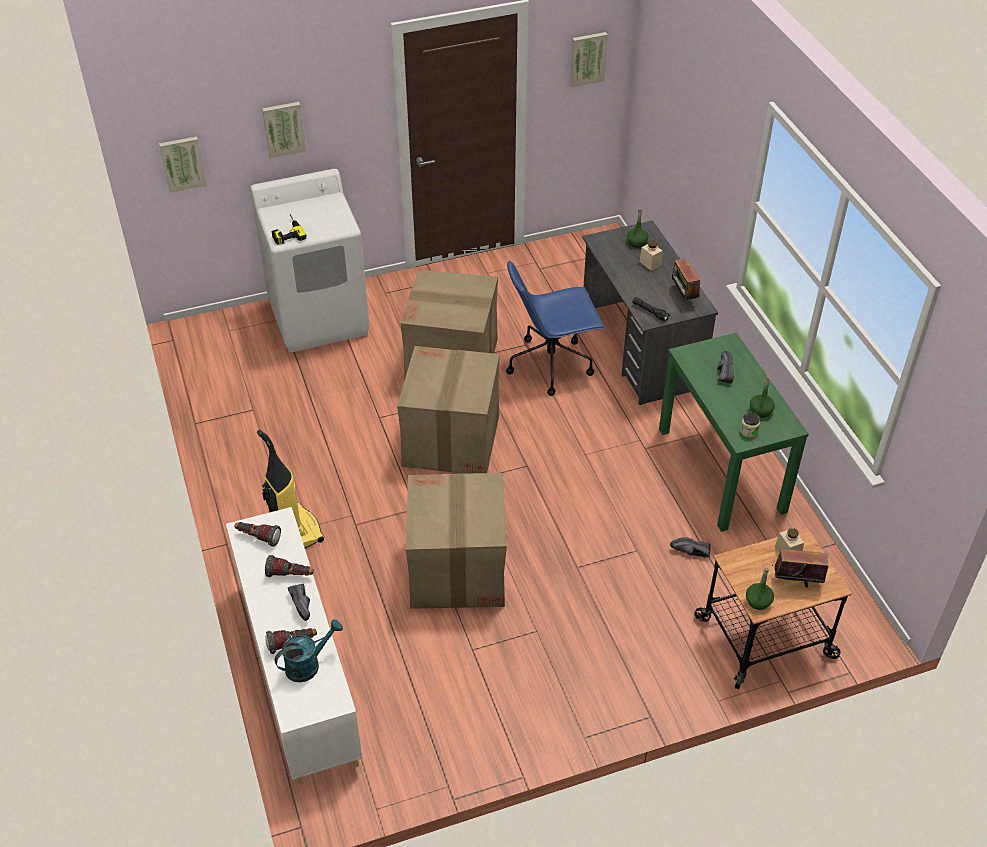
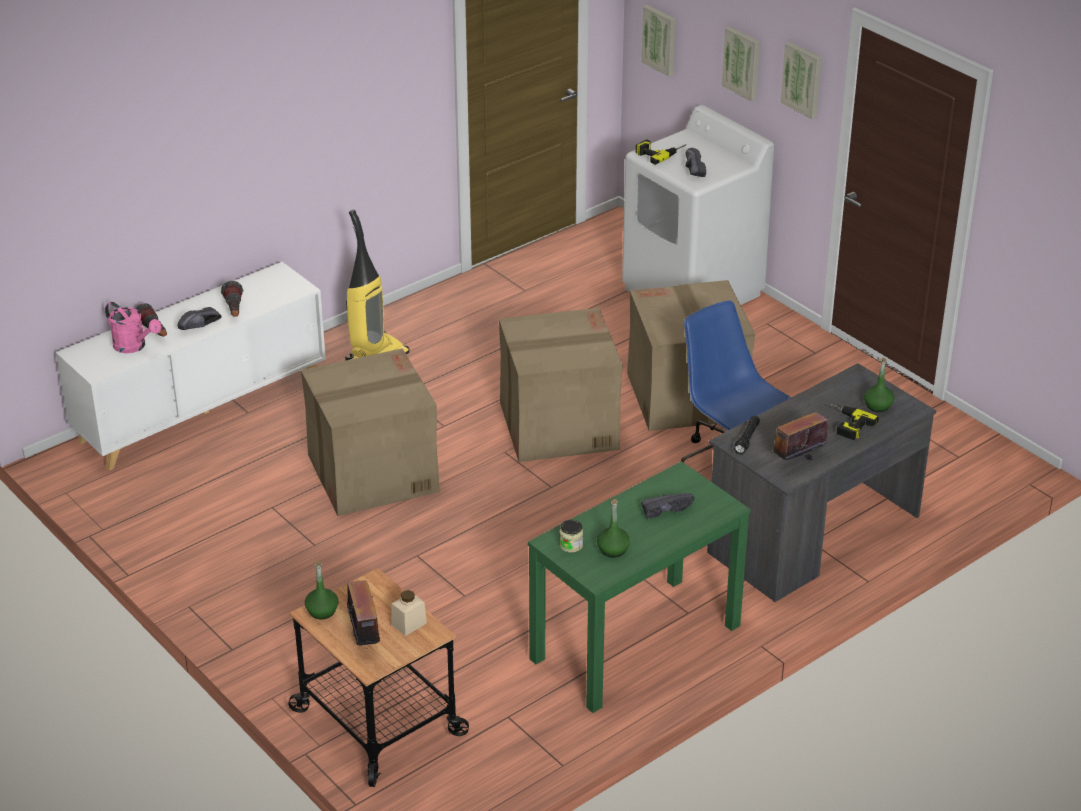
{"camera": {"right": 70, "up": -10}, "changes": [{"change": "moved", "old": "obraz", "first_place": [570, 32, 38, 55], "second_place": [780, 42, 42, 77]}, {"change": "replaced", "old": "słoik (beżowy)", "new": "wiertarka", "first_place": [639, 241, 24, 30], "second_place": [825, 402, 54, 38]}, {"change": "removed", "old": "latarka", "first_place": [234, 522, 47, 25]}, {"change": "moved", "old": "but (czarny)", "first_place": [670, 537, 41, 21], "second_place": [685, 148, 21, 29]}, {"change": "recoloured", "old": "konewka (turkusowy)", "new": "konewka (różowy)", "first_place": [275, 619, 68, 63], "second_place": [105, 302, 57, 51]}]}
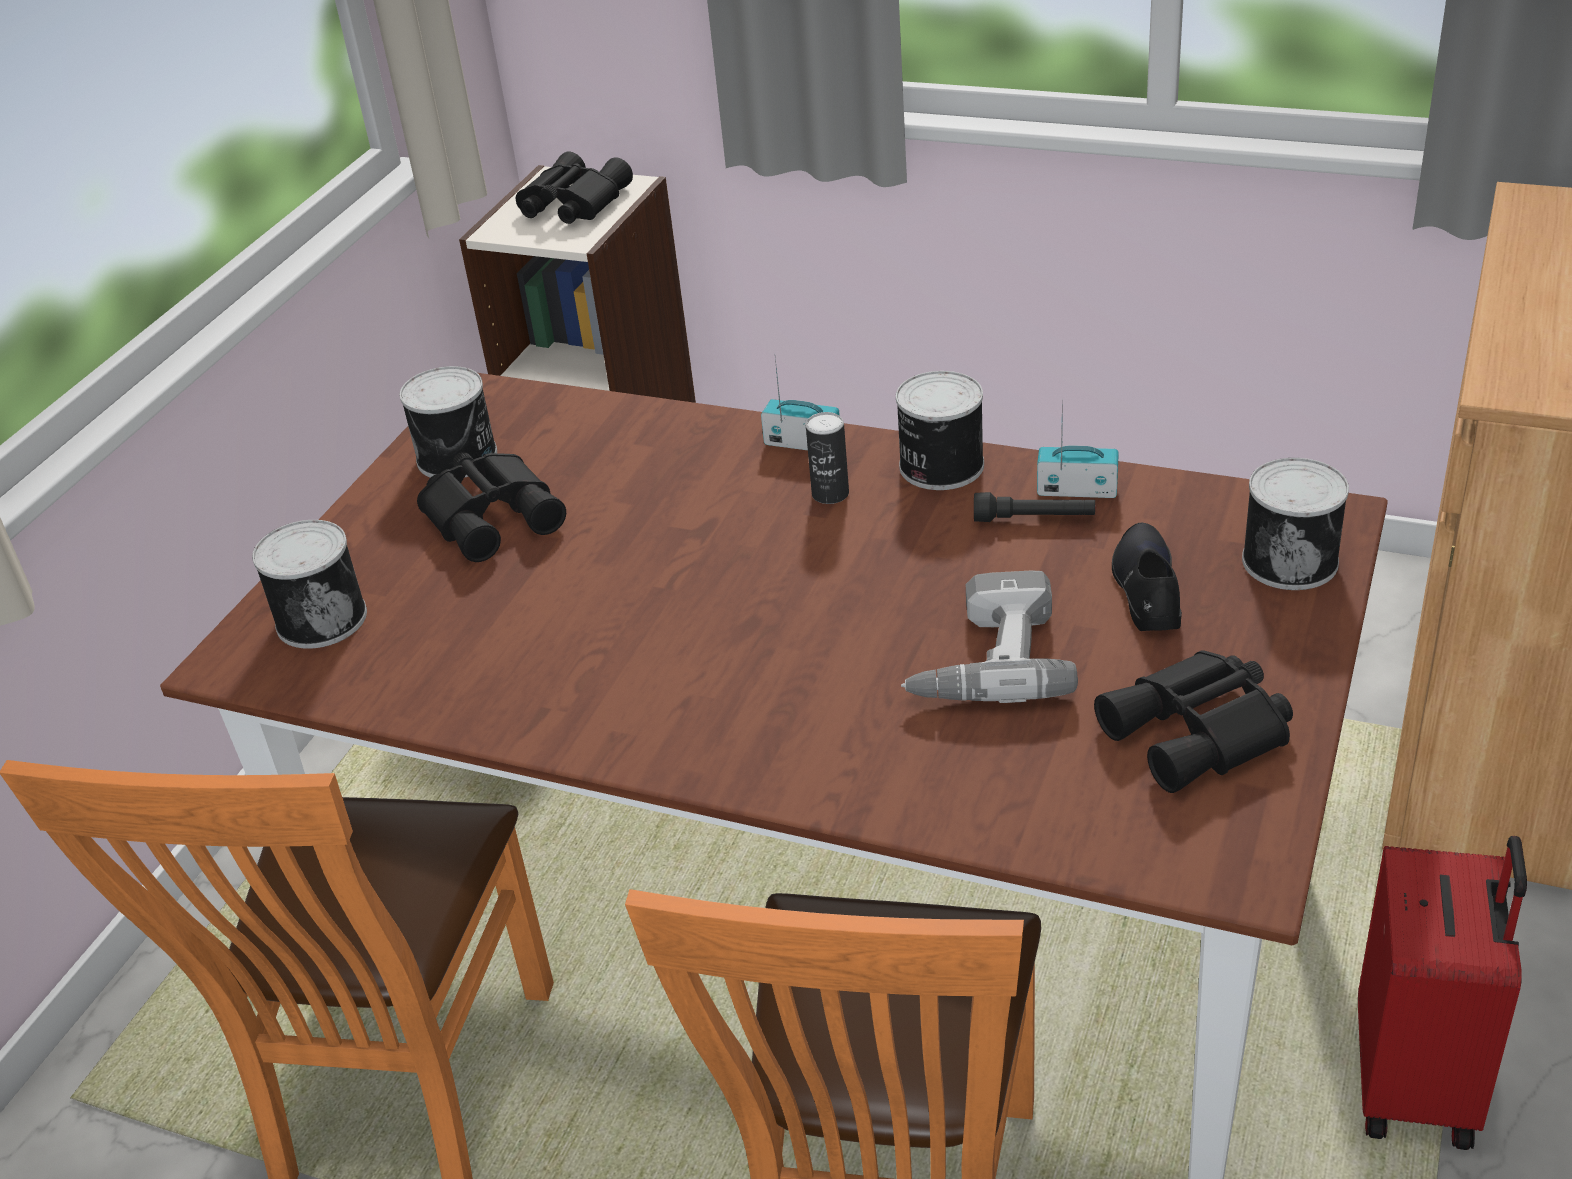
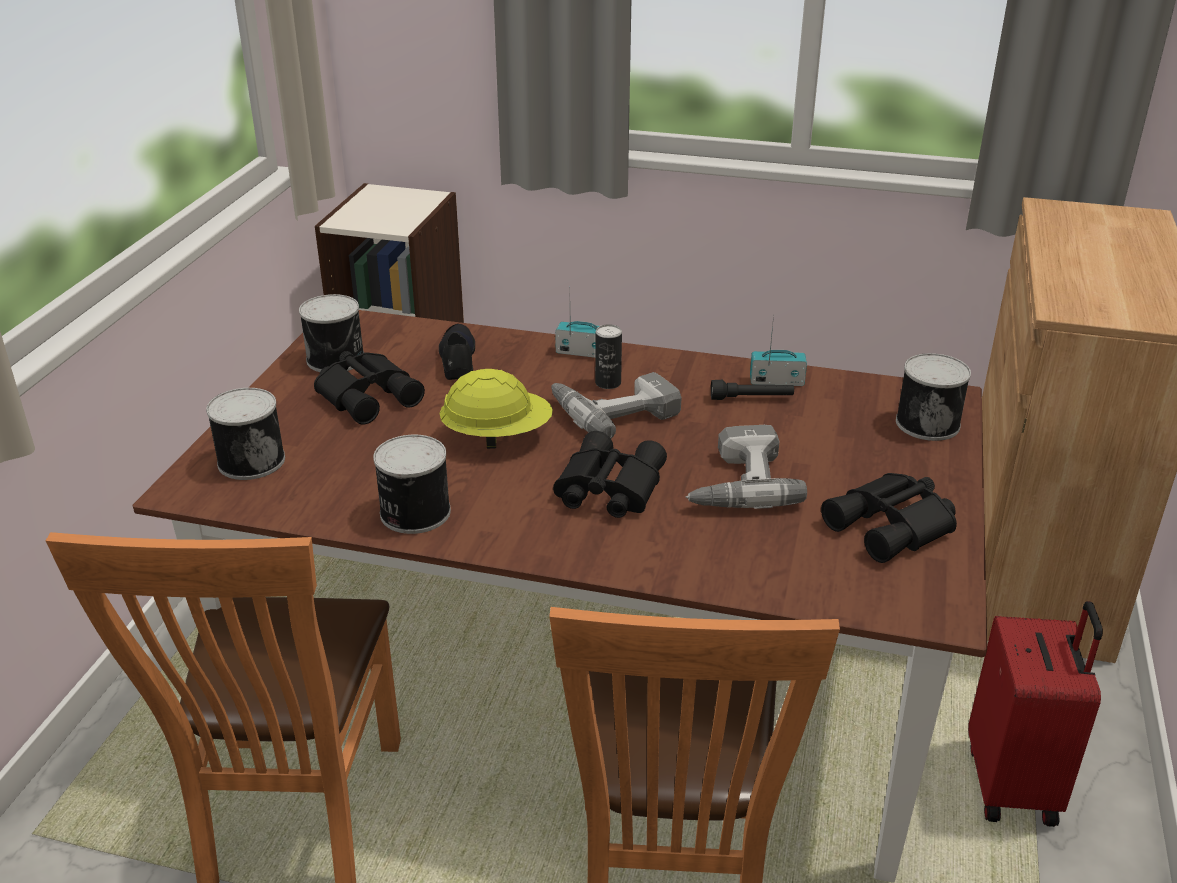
{"camera": {"right": -10, "up": -5}, "changes": [{"change": "moved", "old": "lornetka (czarny)", "first_place": [516, 152, 117, 72], "second_place": [553, 431, 114, 87]}, {"change": "moved", "old": "puszka", "first_place": [896, 371, 88, 119], "second_place": [373, 435, 78, 99]}, {"change": "moved", "old": "but (czarny)", "first_place": [1112, 523, 70, 108], "second_place": [439, 324, 36, 56]}, {"change": "added", "new": "kask (żółty)", "second_place": [439, 369, 114, 80]}, {"change": "added", "new": "wiertarka", "second_place": [551, 372, 130, 67]}]}
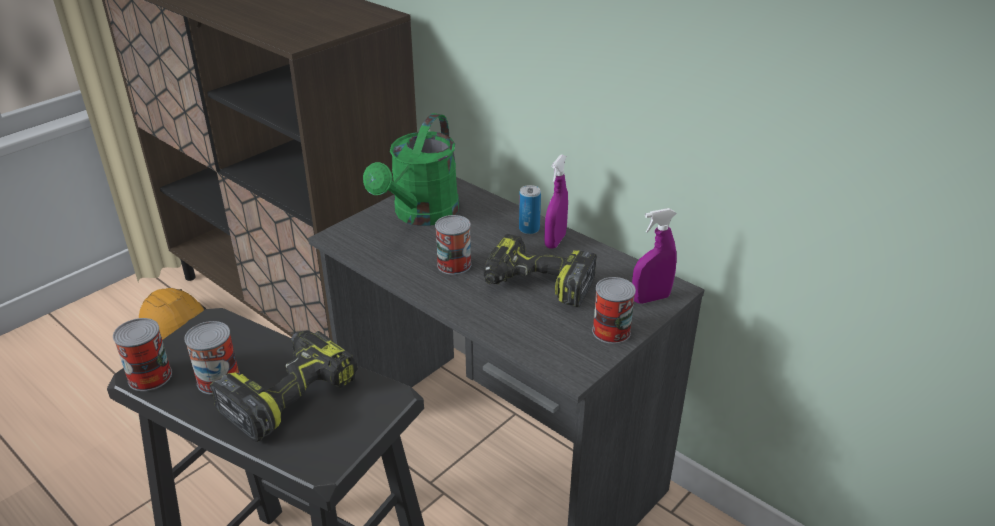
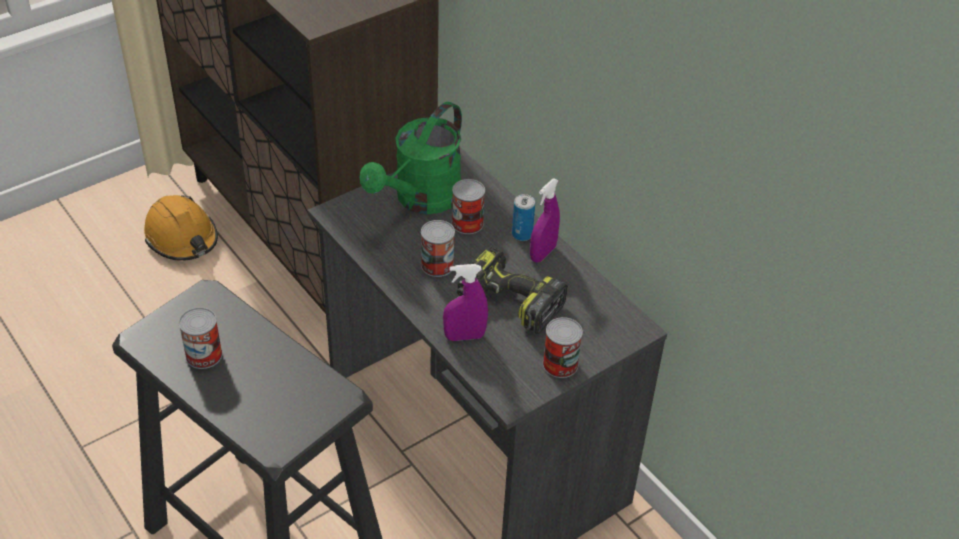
{"camera": {"right": 10, "up": 10}, "changes": [{"change": "moved", "old": "spryskiwacz (fioletowy)", "first_place": [632, 208, 45, 96], "second_place": [443, 264, 45, 77]}, {"change": "moved", "old": "puszka", "first_place": [113, 318, 59, 73], "second_place": [452, 179, 33, 55]}, {"change": "removed", "old": "wiertarka", "first_place": [210, 330, 148, 112]}]}
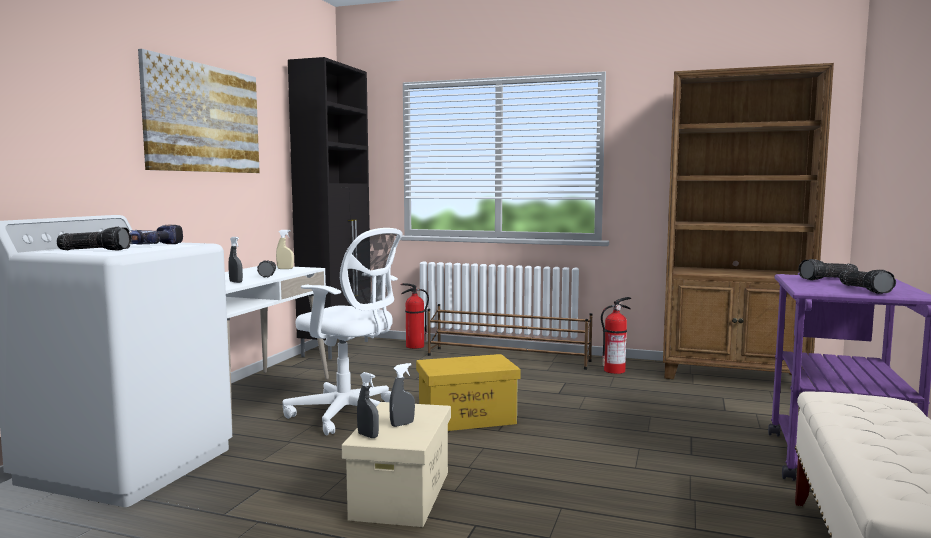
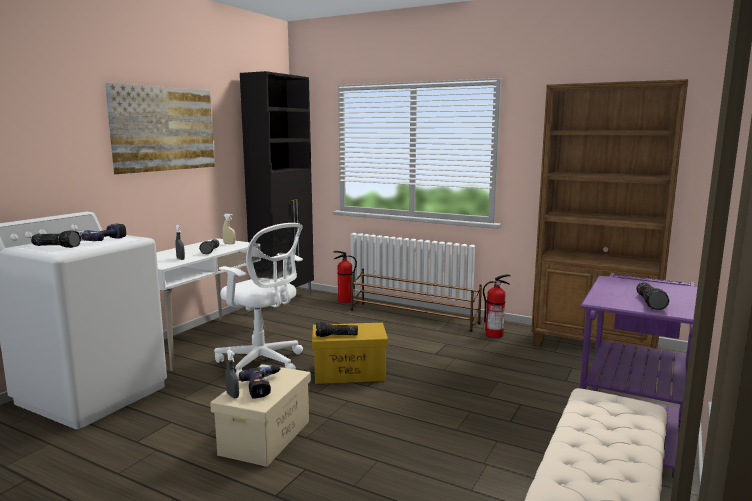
{"camera": {"right": 10, "up": 5}, "changes": [{"change": "moved", "old": "latarka", "first_place": [798, 259, 60, 21], "second_place": [316, 322, 42, 15]}, {"change": "replaced", "old": "spryskiwacz (szary)", "new": "wiertarka", "first_place": [389, 363, 26, 64], "second_place": [239, 366, 42, 33]}]}
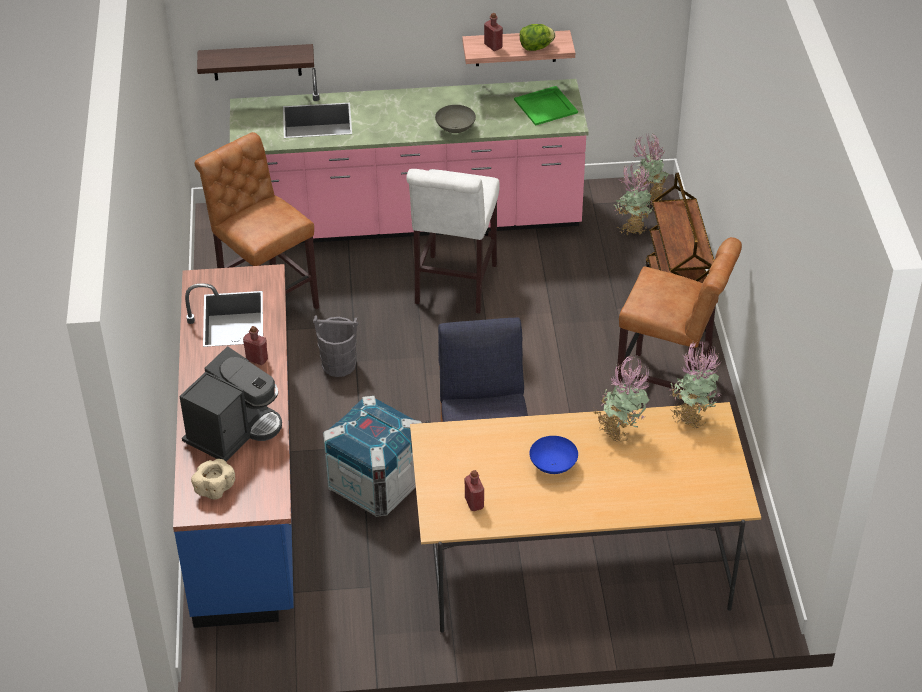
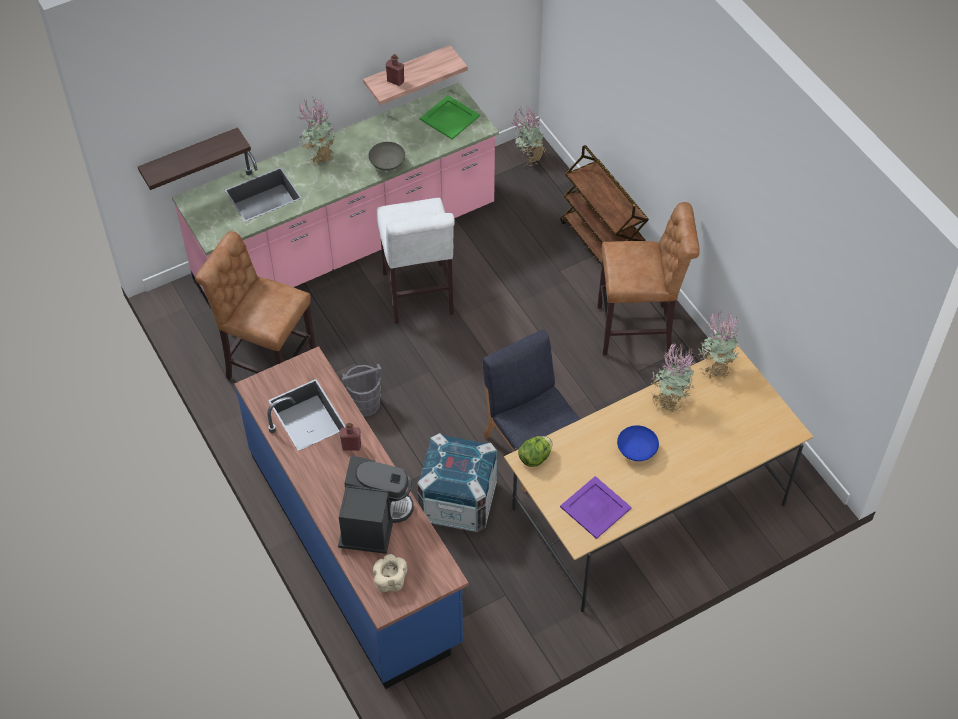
{"camera": {"right": -25, "up": 10}, "changes": [{"change": "moved", "old": "sałata", "first_place": [520, 24, 35, 27], "second_place": [518, 436, 34, 31]}, {"change": "moved", "old": "roślina doniczkowa", "first_place": [614, 163, 39, 72], "second_place": [299, 98, 37, 68]}, {"change": "replaced", "old": "butelka (czerwony)", "new": "taca (fioletowy)", "first_place": [465, 470, 19, 41], "second_place": [560, 476, 72, 63]}]}
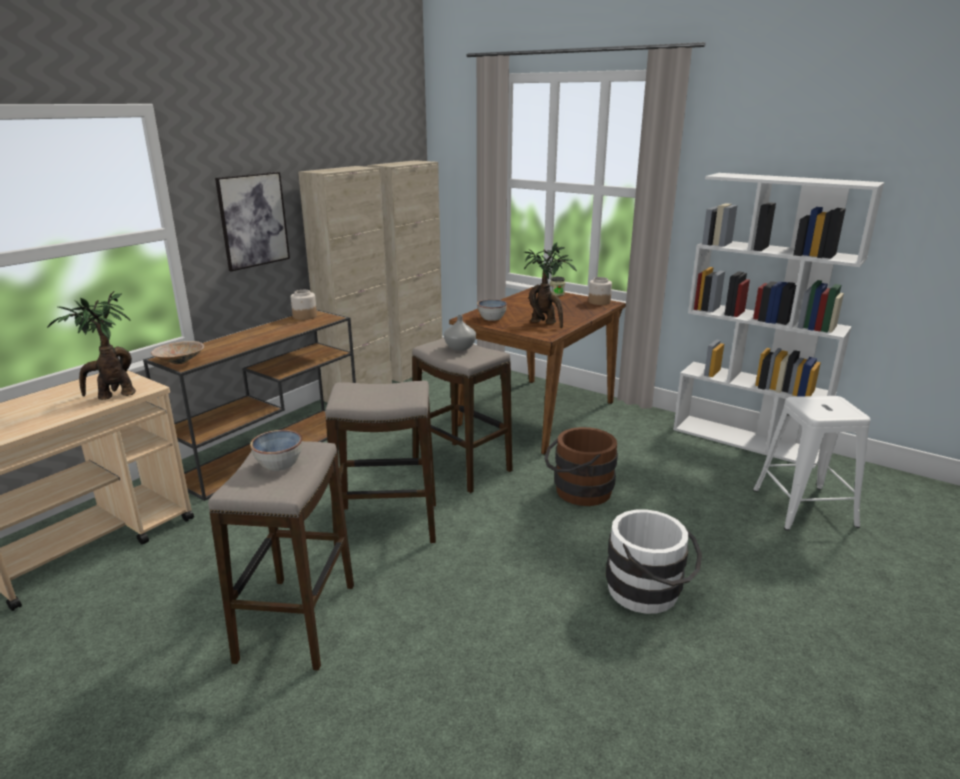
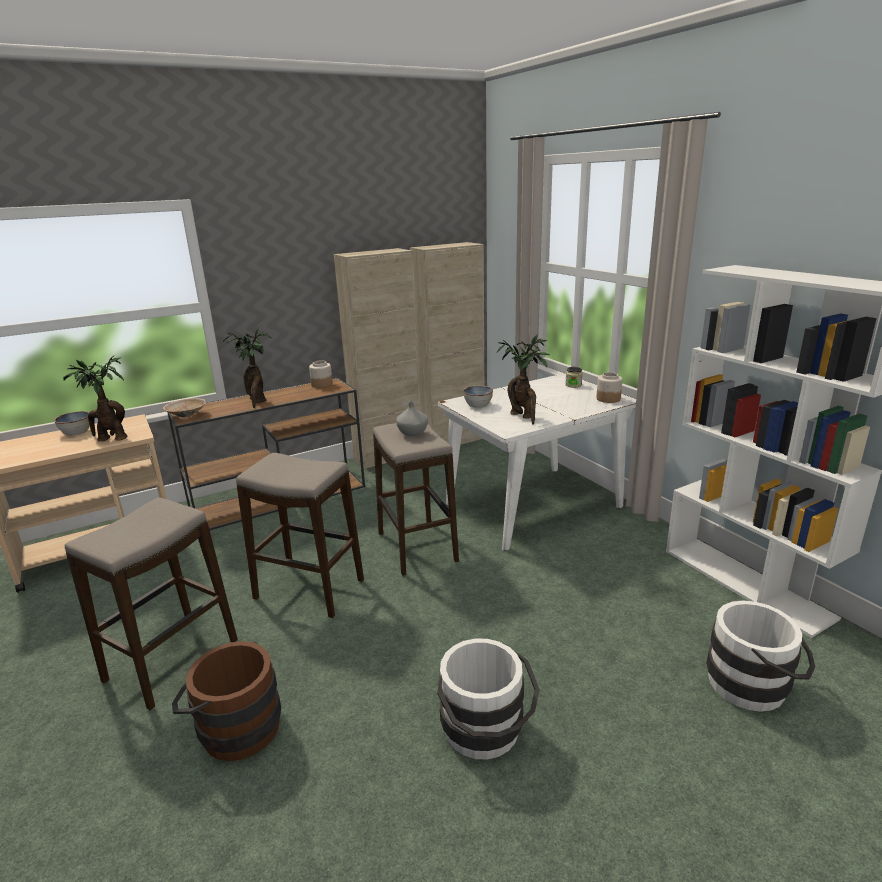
{"camera": {"right": 25, "up": 0}, "changes": [{"change": "removed", "old": "obraz", "first_place": [215, 172, 75, 100]}, {"change": "recoloured", "old": "stół jadalny (brązowy)", "new": "stół jadalny (biały)", "first_place": [449, 287, 177, 167], "second_place": [438, 375, 198, 176]}, {"change": "replaced", "old": "stołek (biały)", "new": "wiadro (biały)", "first_place": [753, 396, 118, 135], "second_place": [706, 601, 109, 111]}, {"change": "moved", "old": "wiadro (brązowy)", "first_place": [544, 427, 74, 79], "second_place": [172, 641, 109, 120]}, {"change": "moved", "old": "miska", "first_place": [250, 430, 52, 41], "second_place": [54, 411, 35, 25]}, {"change": "added", "new": "roślina doniczkowa", "second_place": [223, 327, 49, 81]}]}
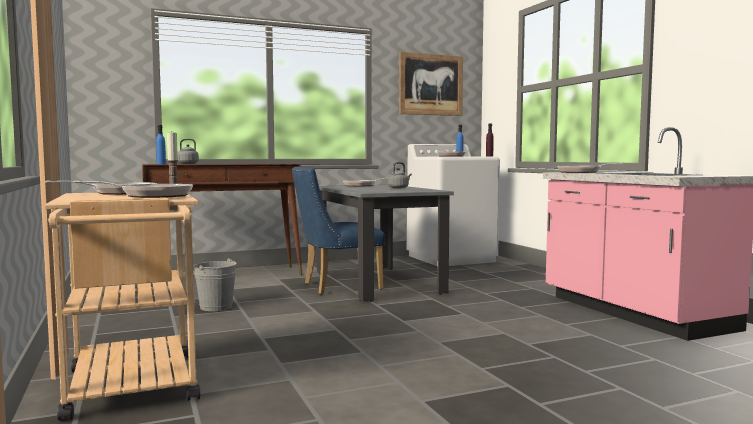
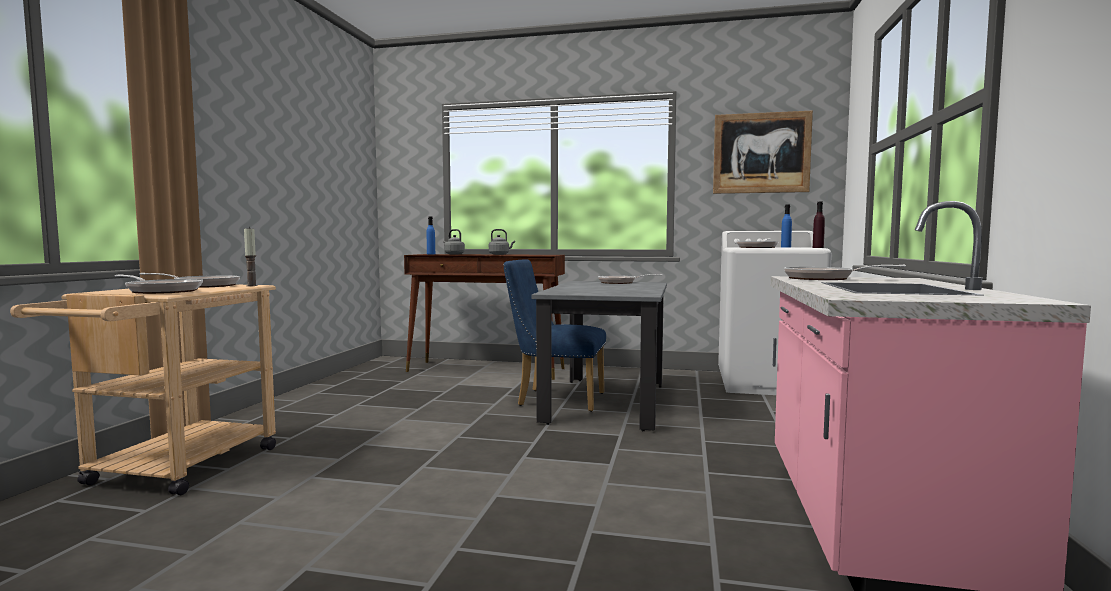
{"camera": {"right": 35, "up": 0}, "changes": [{"change": "moved", "old": "czajnik (szary)", "first_place": [388, 162, 24, 26], "second_place": [489, 229, 26, 26]}, {"change": "removed", "old": "wiadro (szary)", "first_place": [194, 258, 43, 53]}]}
